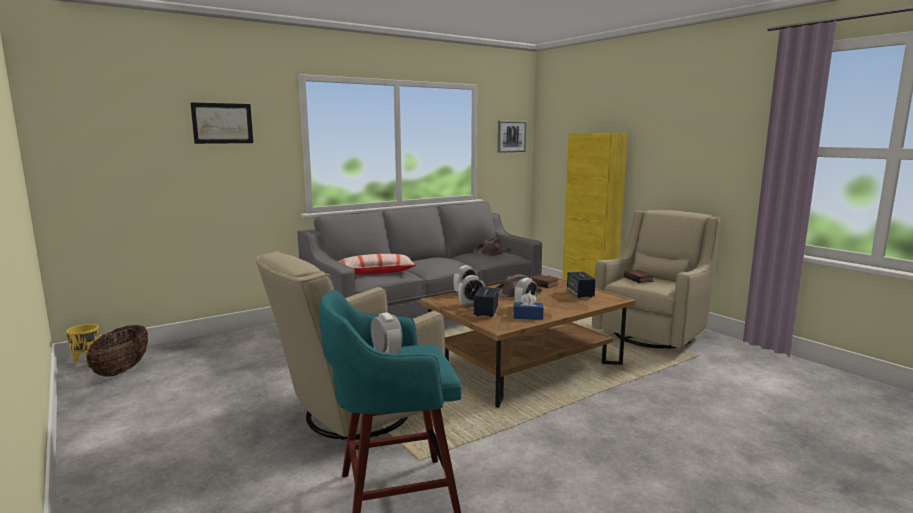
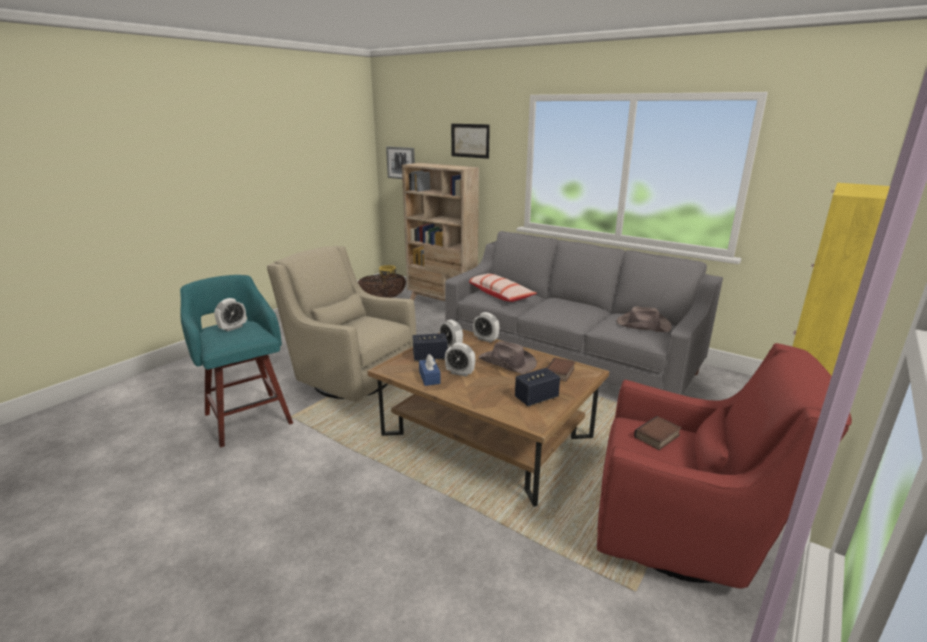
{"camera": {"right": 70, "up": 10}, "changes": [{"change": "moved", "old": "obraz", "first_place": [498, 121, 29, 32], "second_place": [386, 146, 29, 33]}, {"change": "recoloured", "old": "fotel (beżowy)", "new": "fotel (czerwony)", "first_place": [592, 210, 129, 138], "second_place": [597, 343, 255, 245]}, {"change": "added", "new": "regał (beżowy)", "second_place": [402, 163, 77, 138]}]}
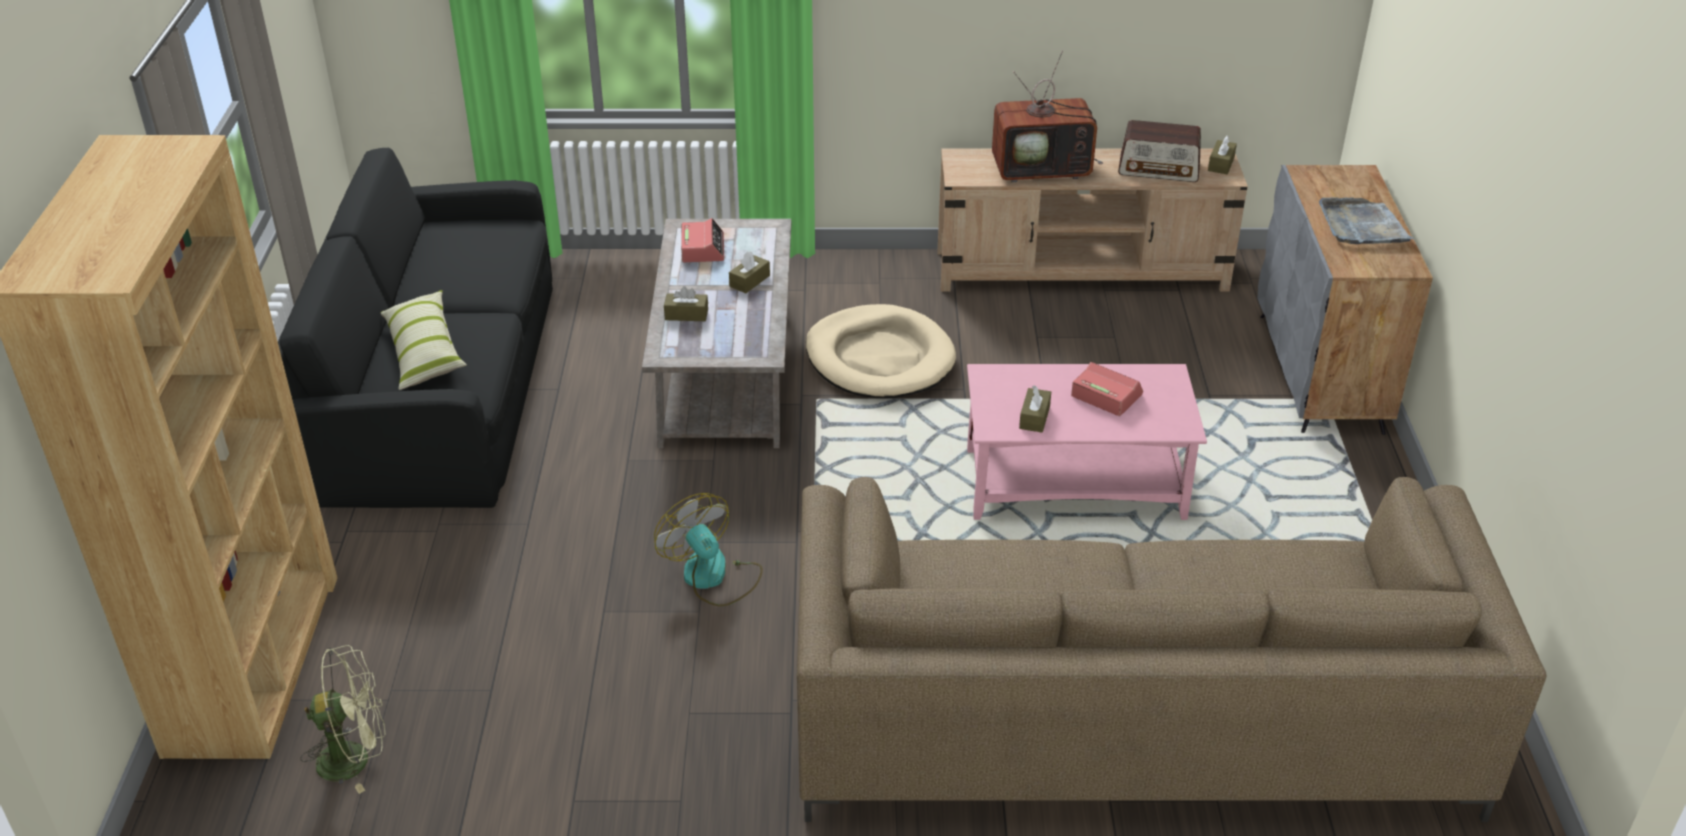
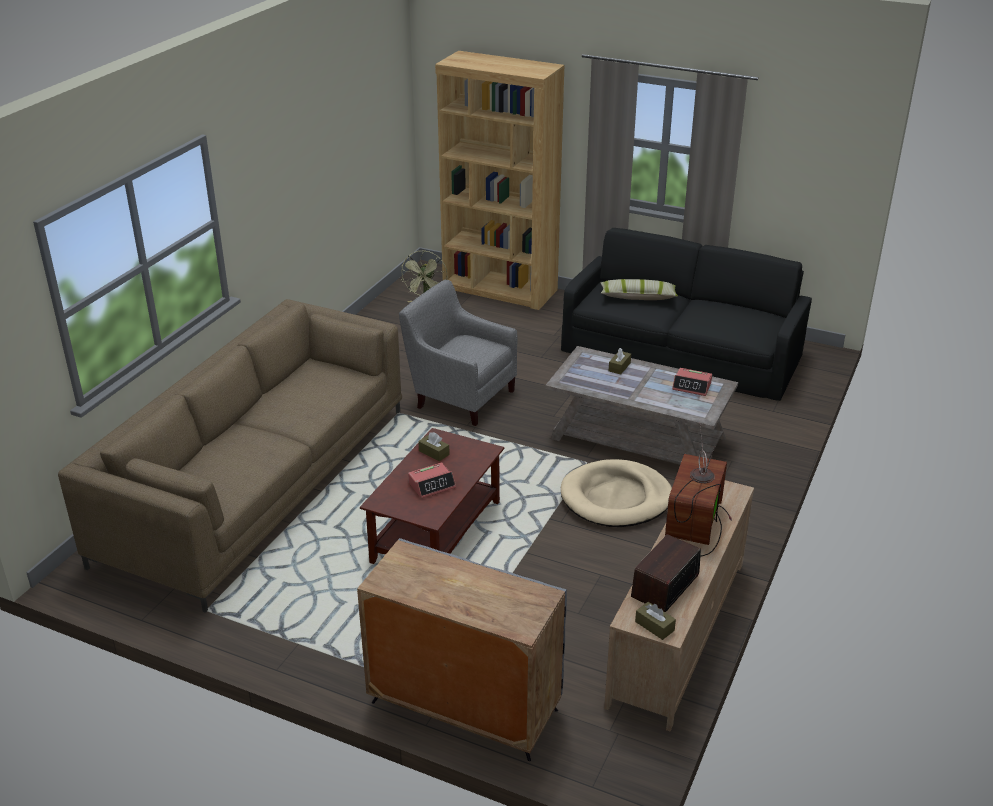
{"camera": {"right": 115, "up": -5}, "changes": [{"change": "removed", "old": "taca (szary)", "first_place": [1319, 197, 95, 47]}, {"change": "removed", "old": "pudełko chusteczek (brązowy)", "first_place": [729, 251, 41, 42]}, {"change": "recoloured", "old": "ława (różowy)", "new": "ława (brązowy)", "first_place": [967, 364, 240, 156], "second_place": [360, 428, 144, 136]}, {"change": "replaced", "old": "wentylator", "new": "fotel (szary)", "first_place": [654, 493, 109, 113], "second_place": [399, 280, 119, 146]}]}
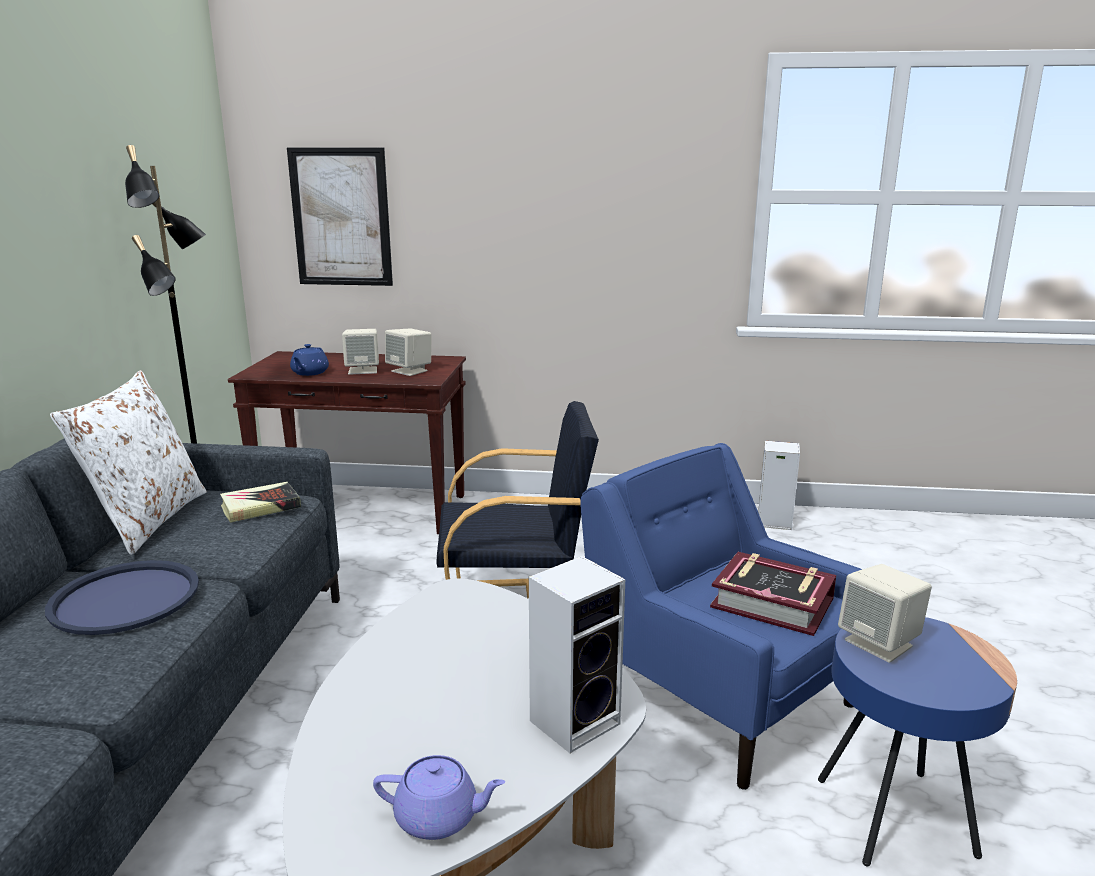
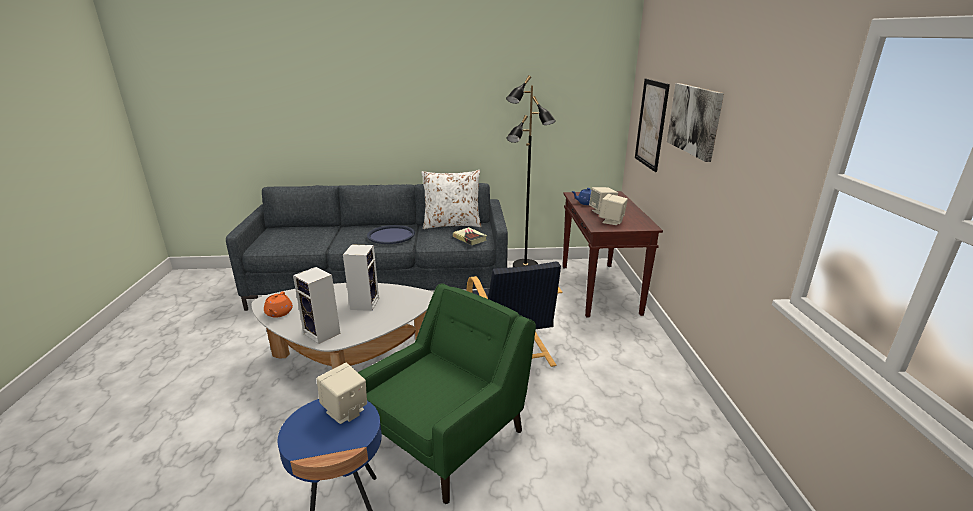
{"camera": {"right": 80, "up": 5}, "changes": [{"change": "moved", "old": "głośnik", "first_place": [758, 440, 42, 90], "second_place": [343, 244, 36, 67]}, {"change": "recoloured", "old": "fotel (niebieski)", "new": "fotel (zielony)", "first_place": [580, 443, 282, 347], "second_place": [358, 283, 178, 221]}, {"change": "removed", "old": "książka", "first_place": [710, 552, 126, 84]}, {"change": "recoloured", "old": "imbryk (fioletowy)", "new": "imbryk (pomarańczowy)", "first_place": [373, 755, 132, 85], "second_place": [264, 292, 29, 26]}, {"change": "added", "new": "obraz", "second_place": [667, 83, 57, 79]}]}
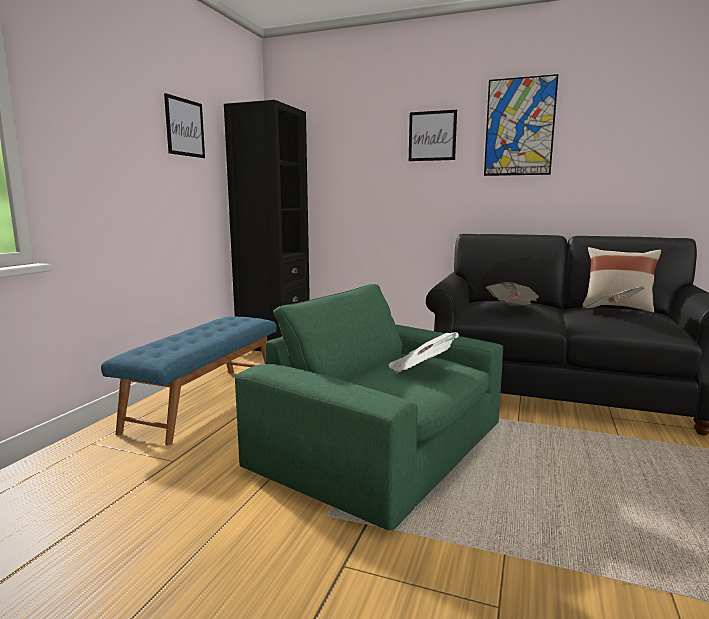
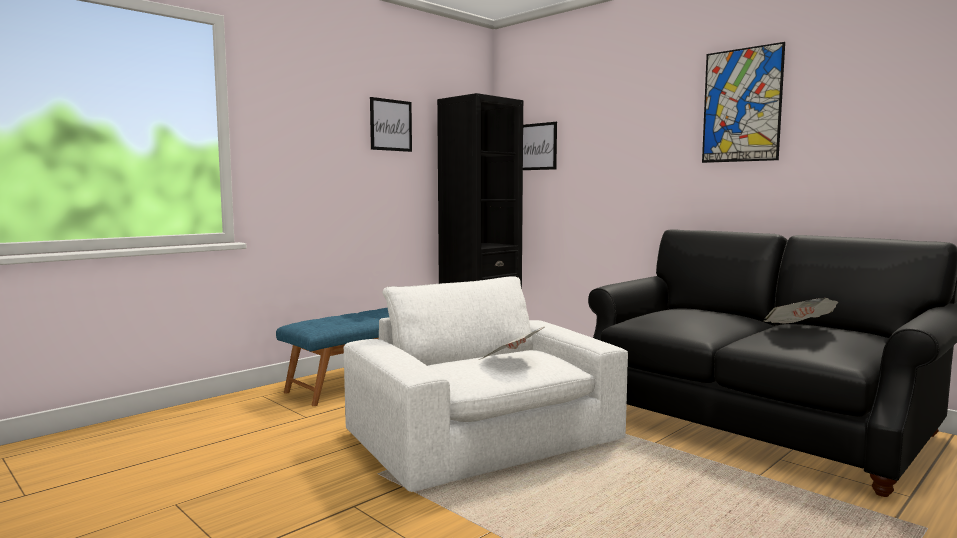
{"camera": {"right": 25, "up": -5}, "changes": [{"change": "moved", "old": "obraz", "first_place": [409, 110, 48, 51], "second_place": [523, 122, 34, 48]}, {"change": "removed", "old": "poduszka (beżowy)", "first_place": [582, 247, 79, 66]}, {"change": "removed", "old": "gazeta", "first_place": [486, 282, 53, 22]}, {"change": "recoloured", "old": "fotel (zielony)", "new": "fotel (biały)", "first_place": [235, 284, 268, 247], "second_place": [344, 276, 284, 216]}]}
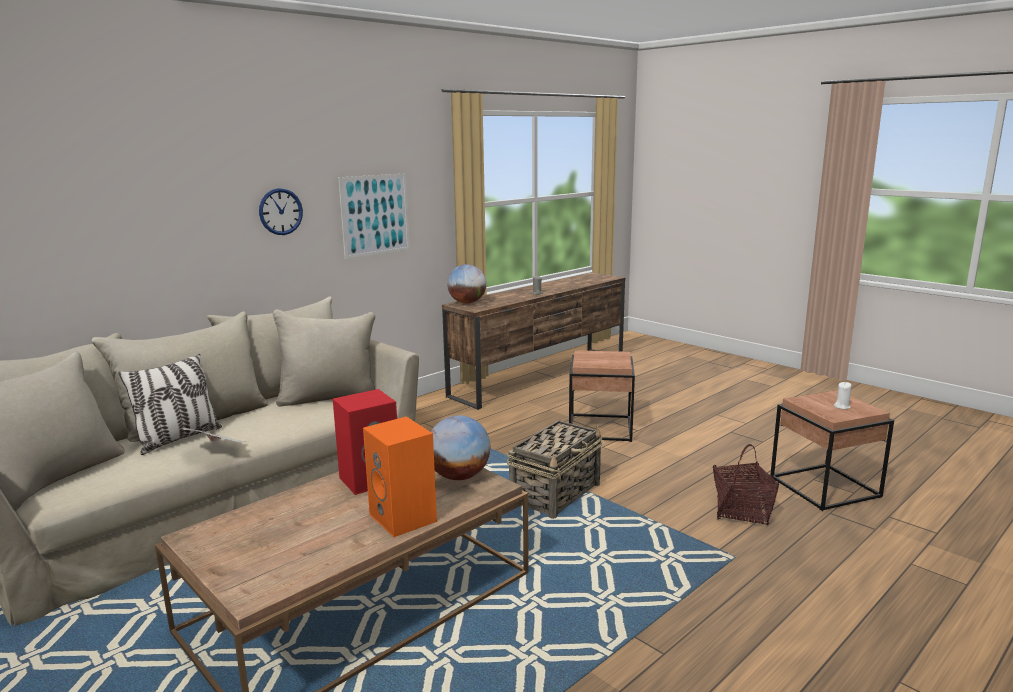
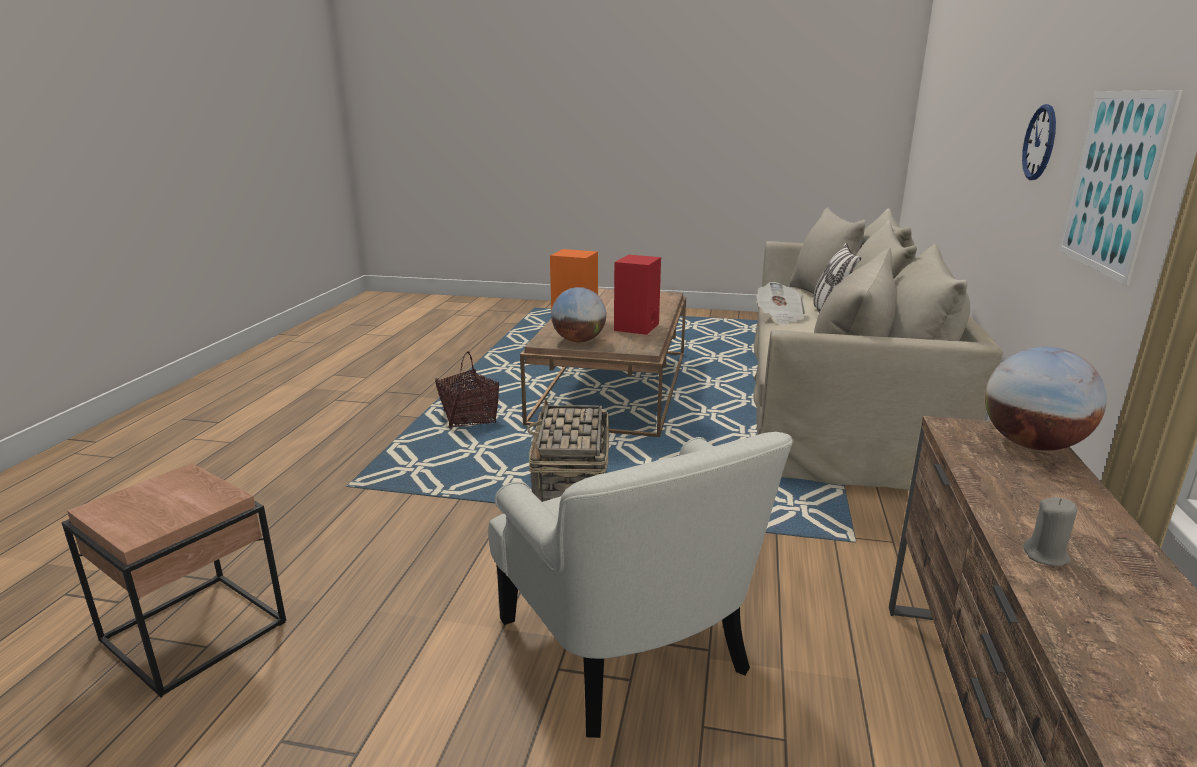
{"camera": {"right": 145, "up": 5}, "changes": [{"change": "replaced", "old": "stolik (brązowy)", "new": "fotel (biały)", "first_place": [569, 350, 66, 92], "second_place": [488, 432, 306, 306]}, {"change": "removed", "old": "świeca (biały)", "first_place": [834, 382, 18, 27]}, {"change": "moved", "old": "koszyk", "first_place": [713, 444, 66, 81], "second_place": [435, 351, 64, 78]}]}
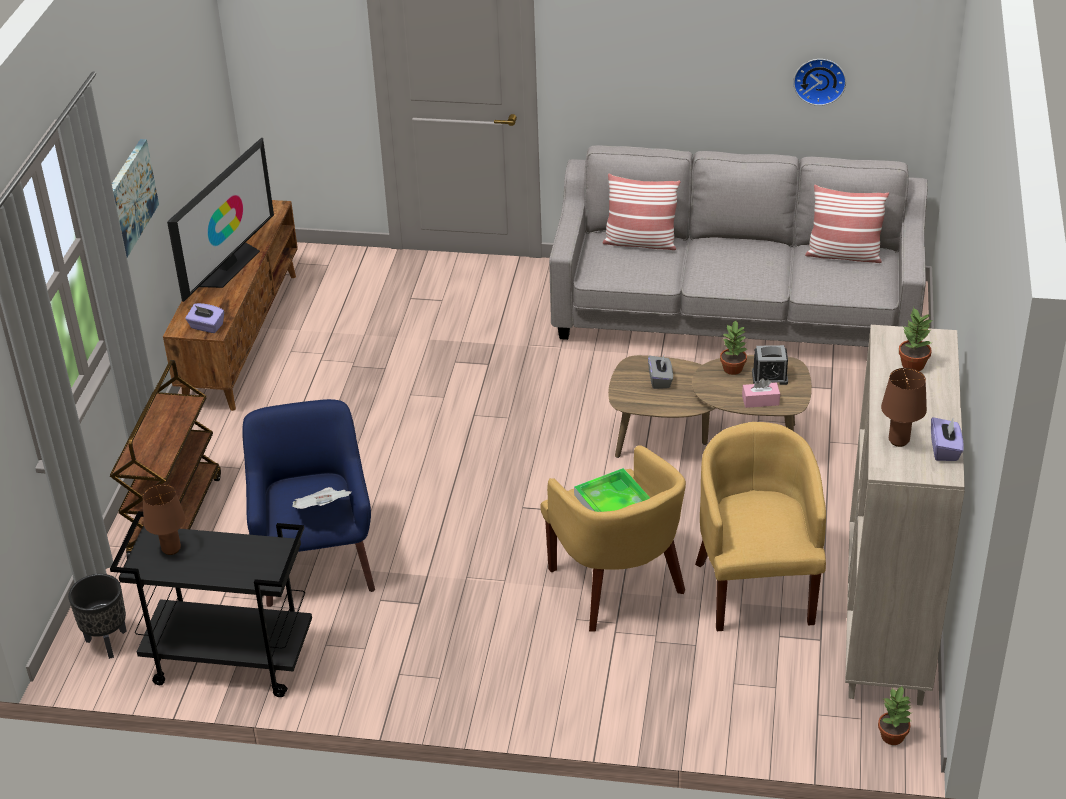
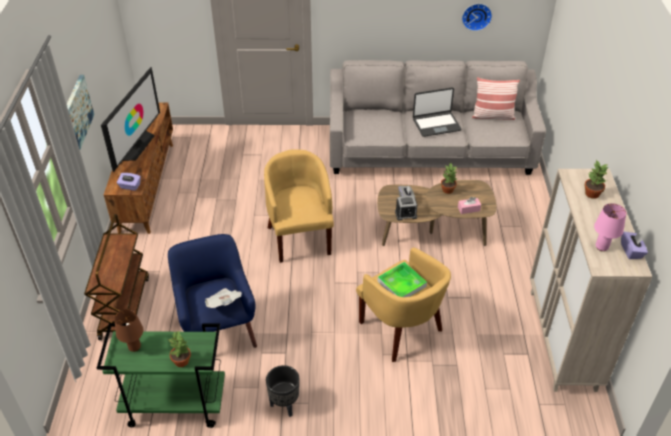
{"camera": {"right": -10, "up": 5}, "changes": [{"change": "removed", "old": "poduszka", "first_place": [602, 174, 79, 76]}, {"change": "moved", "old": "budzik", "first_place": [752, 345, 36, 40], "second_place": [395, 196, 22, 25]}, {"change": "recoloured", "old": "lampa stołowa (brązowy)", "new": "lampa stołowa (różowy)", "first_place": [881, 368, 46, 79], "second_place": [594, 203, 32, 48]}, {"change": "moved", "old": "fotel (żółty)", "first_place": [695, 422, 131, 209], "second_place": [264, 149, 70, 114]}, {"change": "recoloured", "old": "wózek (czarny)", "new": "wózek (zielony)", "first_place": [110, 511, 202, 186], "second_place": [97, 323, 128, 105]}, {"change": "moved", "old": "donica (czarny)", "first_place": [68, 574, 59, 85], "second_place": [266, 365, 34, 52]}, {"change": "moved", "old": "roślina doniczkowa", "first_place": [878, 685, 33, 60], "second_place": [168, 331, 23, 36]}, {"change": "added", "new": "laptop", "second_place": [413, 88, 48, 49]}]}
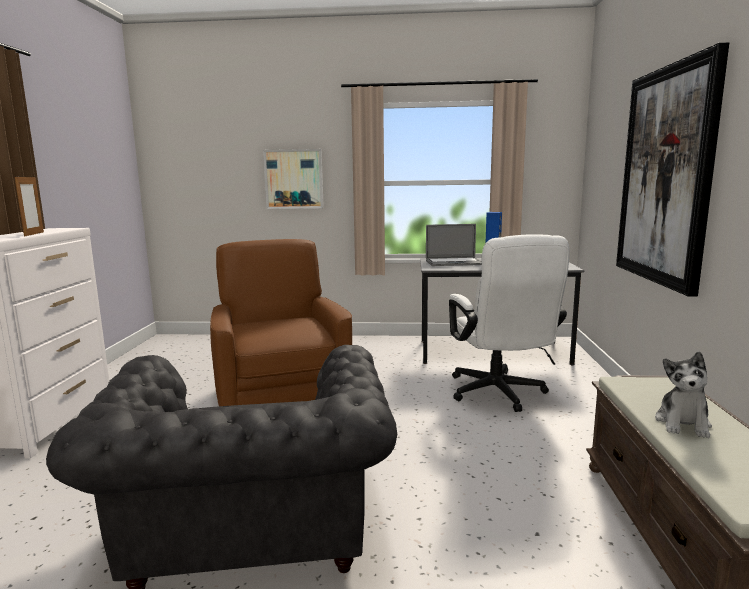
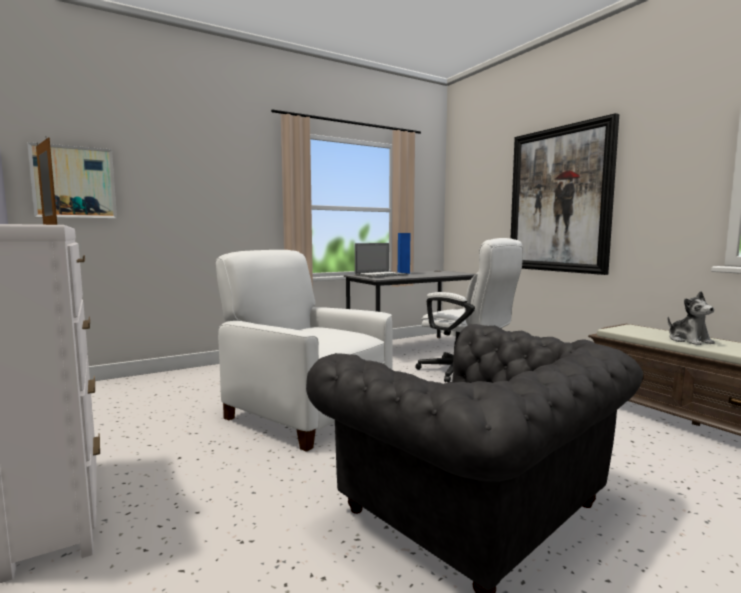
{"camera": {"right": -35, "up": -5}, "changes": [{"change": "moved", "old": "obraz", "first_place": [263, 149, 61, 60], "second_place": [27, 142, 90, 77]}, {"change": "recoloured", "old": "fotel (brązowy)", "new": "fotel (biały)", "first_place": [210, 239, 142, 167], "second_place": [216, 250, 177, 202]}]}
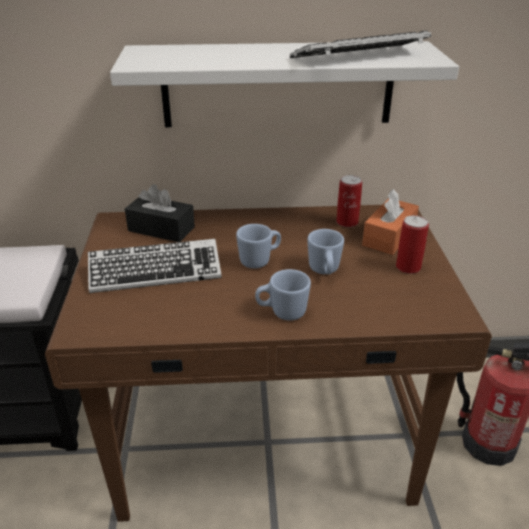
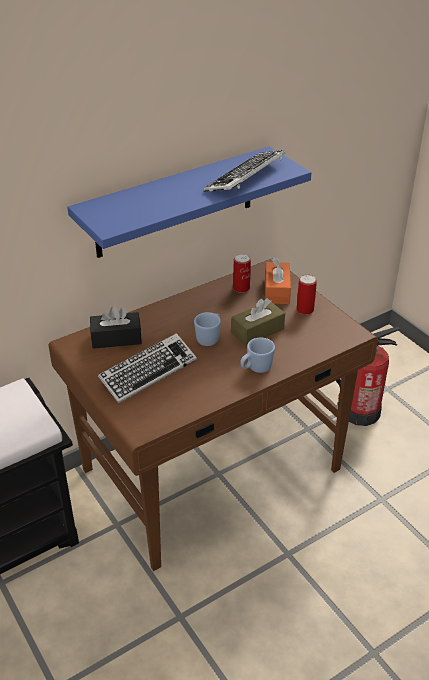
{"camera": {"right": -30, "up": 5}, "changes": [{"change": "recoloured", "old": "półka (biały)", "new": "półka (niebieski)", "first_place": [110, 41, 349, 86], "second_place": [67, 146, 244, 112]}, {"change": "replaced", "old": "kubek (niebieski)", "new": "pudełko chusteczek (brązowy)", "first_place": [307, 229, 37, 45], "second_place": [231, 298, 54, 48]}]}
